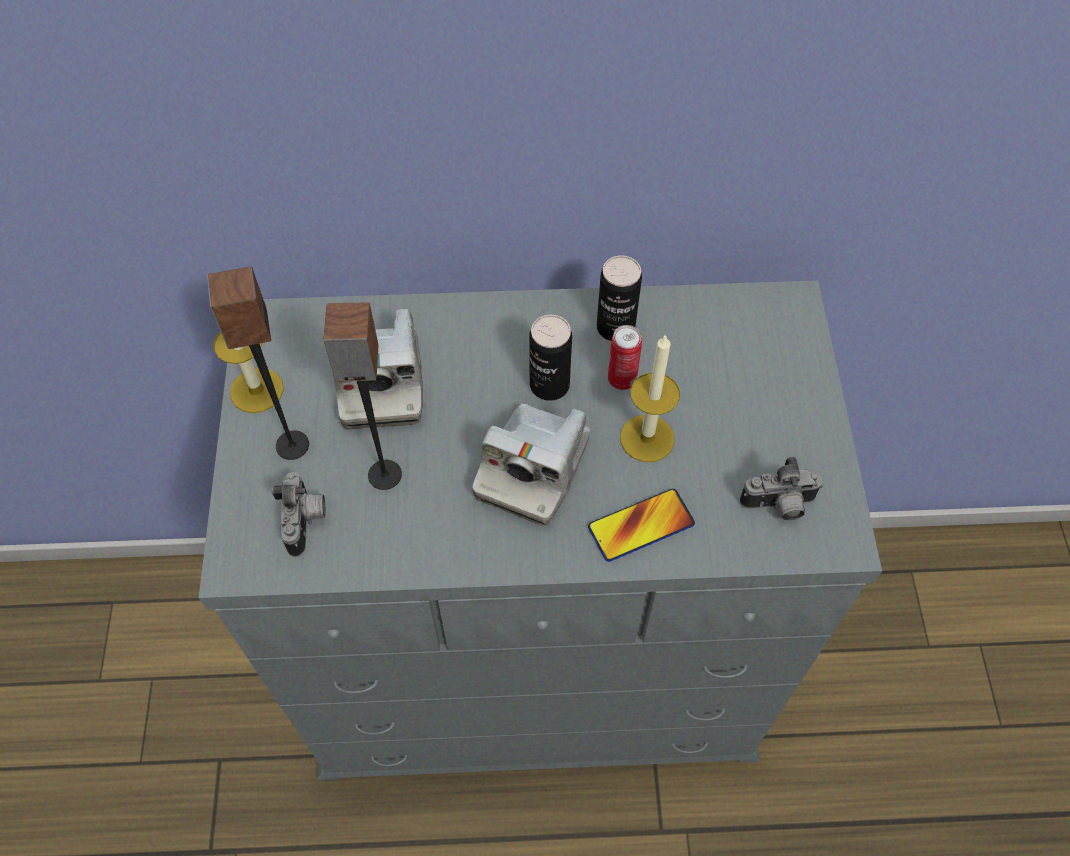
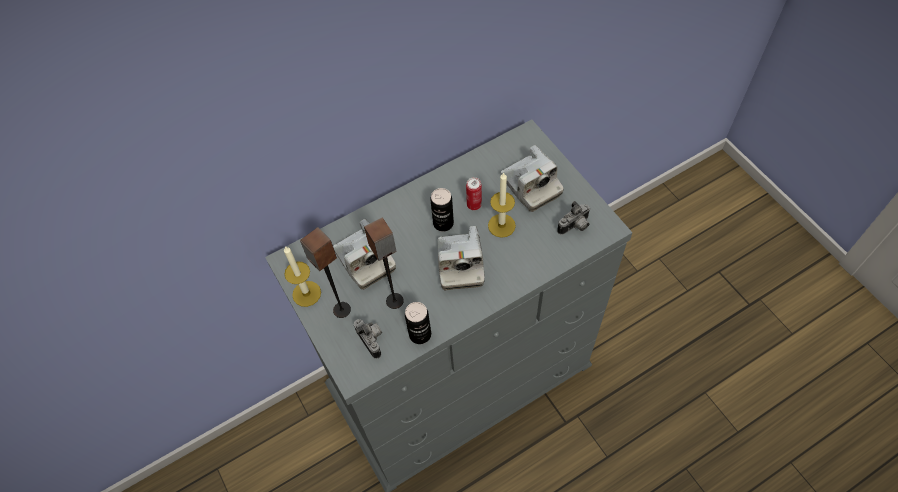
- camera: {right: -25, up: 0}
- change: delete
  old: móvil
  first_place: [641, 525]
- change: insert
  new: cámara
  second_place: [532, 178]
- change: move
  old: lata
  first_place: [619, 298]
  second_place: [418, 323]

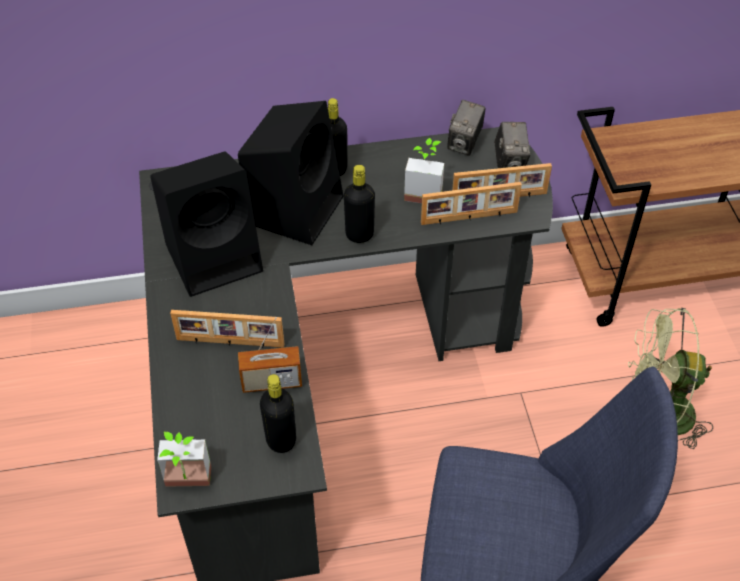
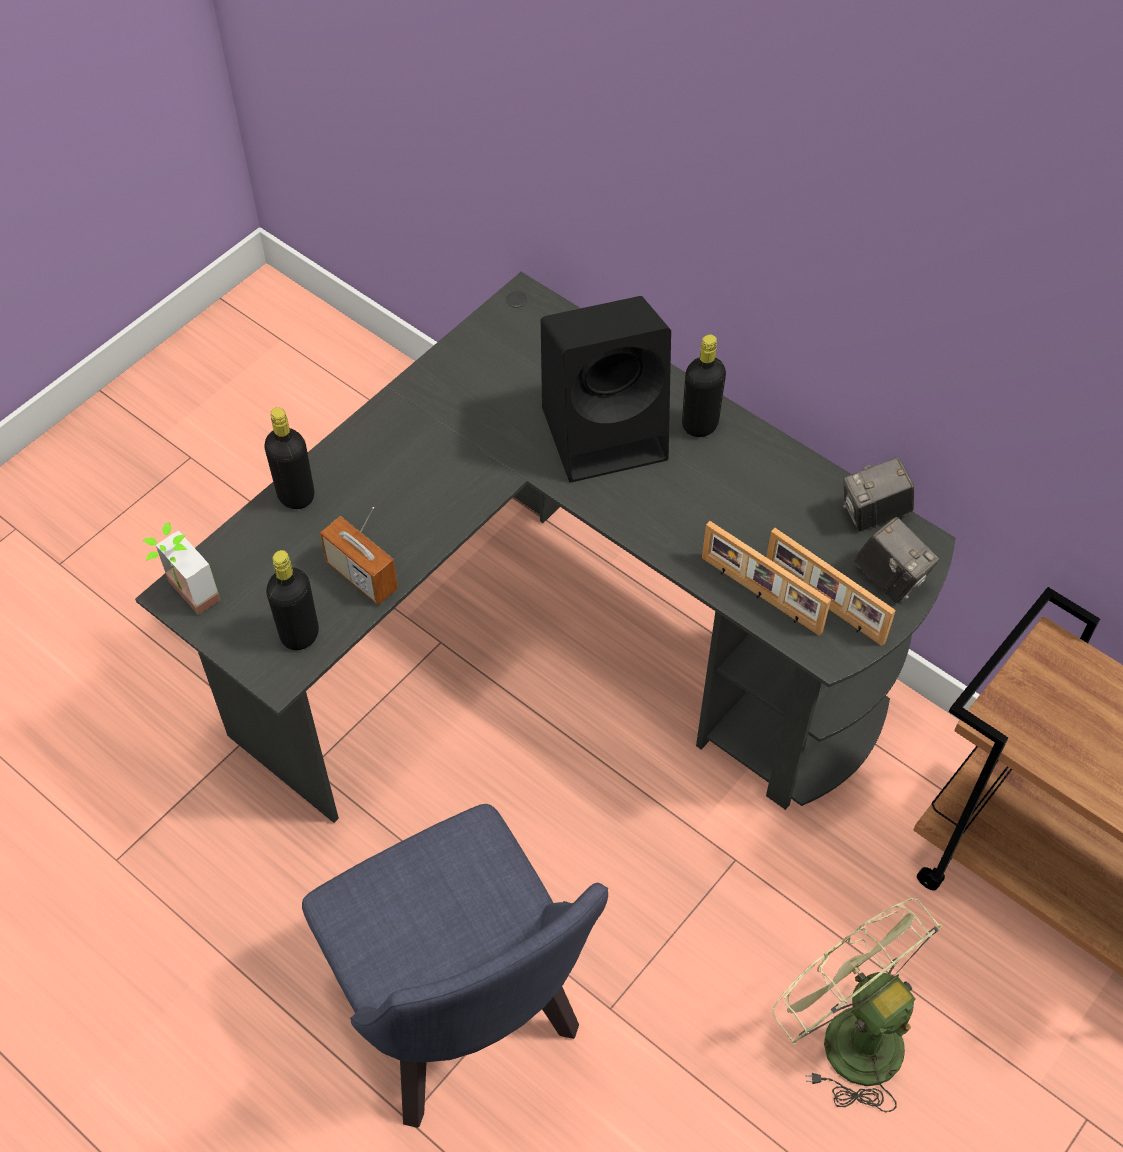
- camera: {right: 50, up: 5}
- change: delete
  old: altavoz/negro
  first_place: [206, 224]
- change: delete
  old: portarretratos
  first_place: [227, 329]
- change: delete
  old: planta en maceta
  first_place: [424, 170]
- change: move
  old: botella/negro
  first_place: [359, 204]
  second_place: [289, 458]
- change: rotate
  old: cámara
  first_place: [512, 145]
  second_place: [896, 560]
  degrees: -90

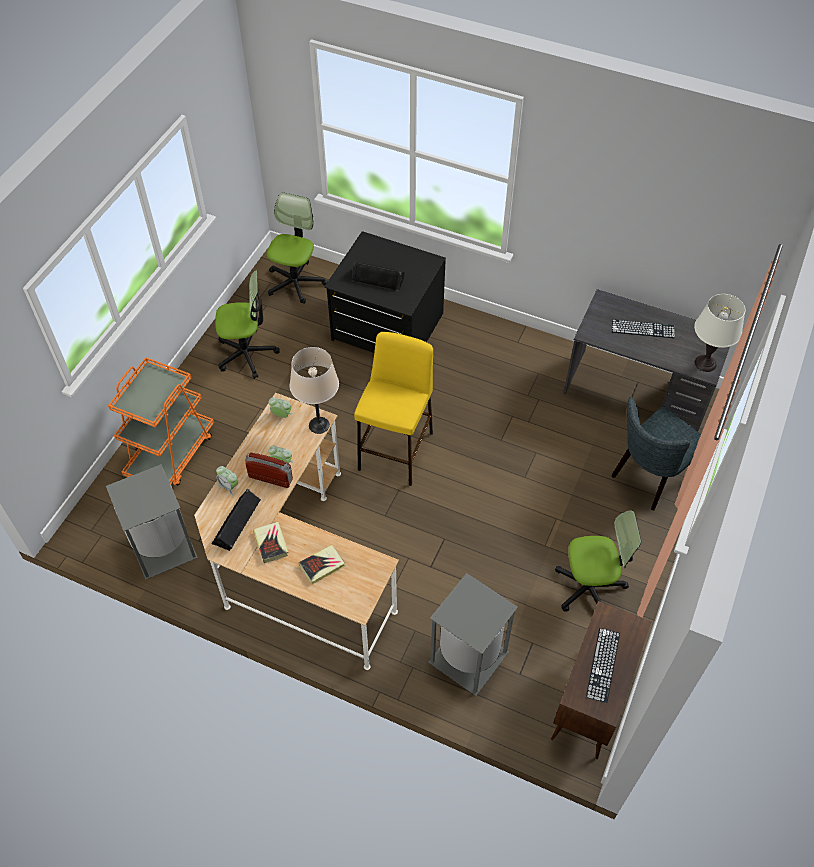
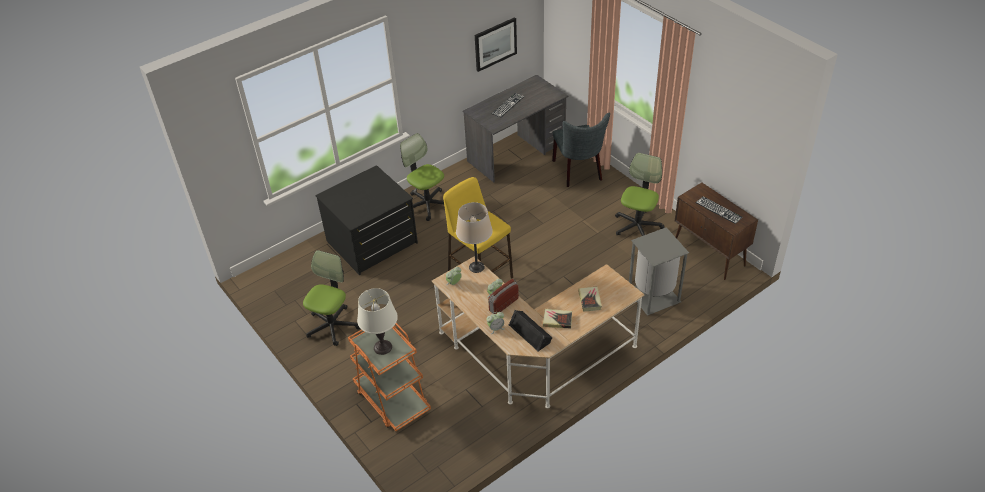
- camera: {right: -60, up: -10}
- change: delete
  old: papelera/gris
  first_place: [152, 522]
- change: delete
  old: altavoz/negro
  first_place: [378, 277]
- change: insert
  new: cuadro
  second_place: [496, 44]
- change: move
  old: silla de oficina
  first_place: [297, 248]
  second_place: [422, 177]
- change: move
  old: lámpara de mesa/blanco
  first_place: [720, 333]
  second_place: [377, 321]

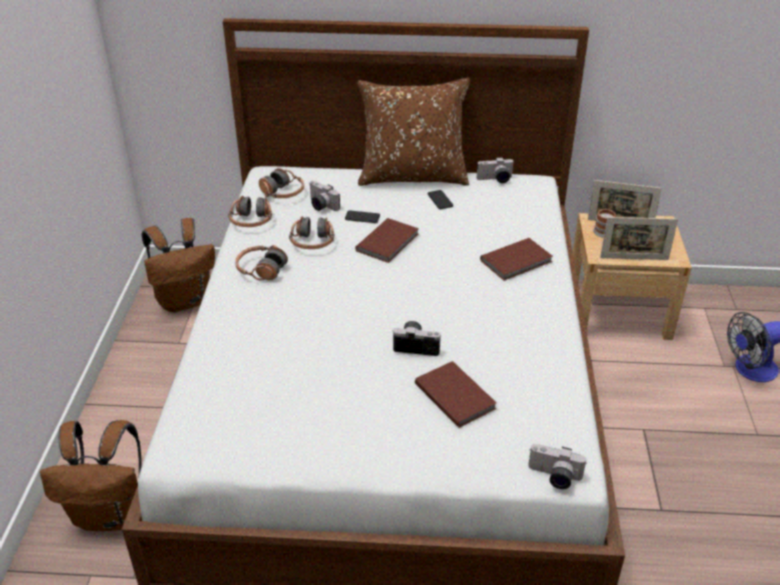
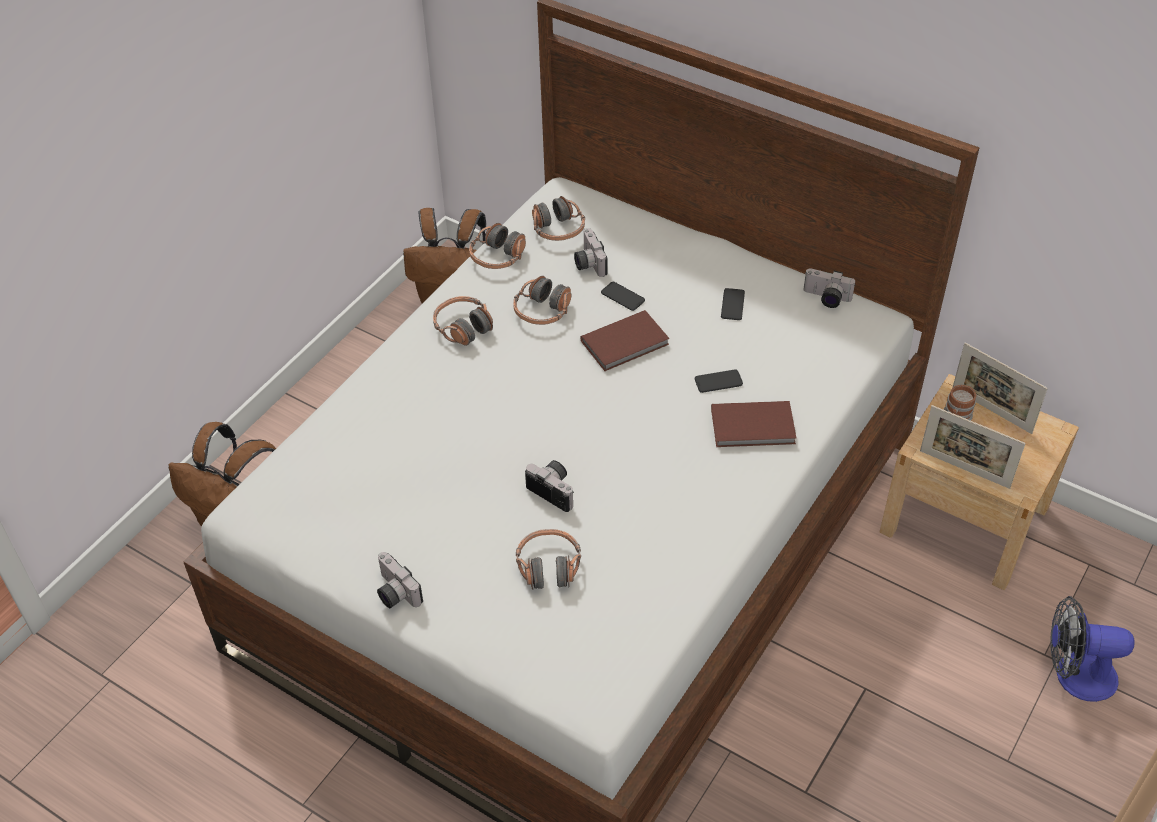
- camera: {right: 30, up: 10}
- change: delete
  old: cojín/marrón
  first_place: [413, 132]
- change: insert
  new: móvil
  second_place: [719, 381]
- change: move
  old: cámara
  first_place: [557, 466]
  second_place: [400, 580]
- change: replace
  old: libro/marrón
  new: auriculares
  first_place: [456, 394]
  second_place: [548, 559]

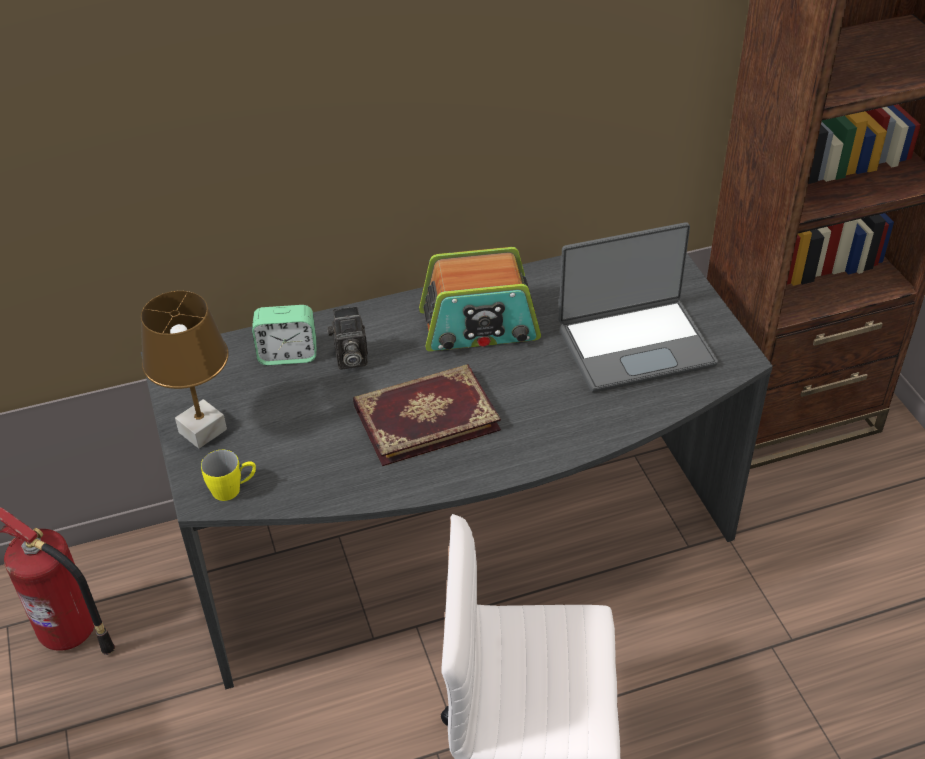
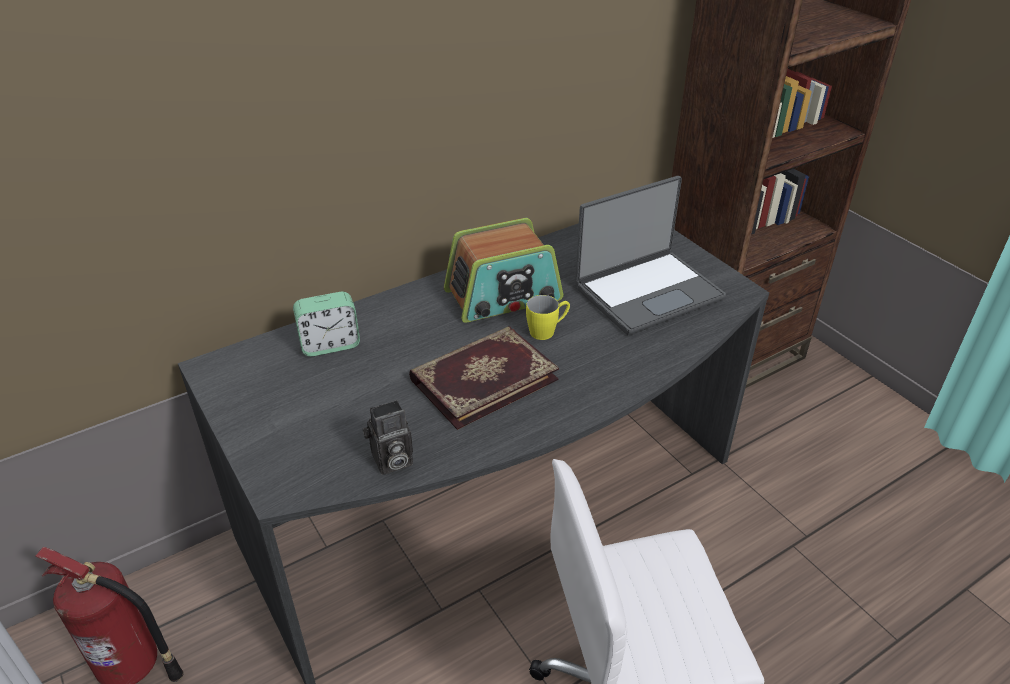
- camera: {right: -15, up: -5}
- change: delete
  old: lámpara de mesa/marrón
  first_place: [185, 370]
- change: move
  old: taza grande/amarillo
  first_place: [228, 475]
  second_place: [548, 317]
- change: move
  old: cámara
  first_place: [347, 337]
  second_place: [388, 437]

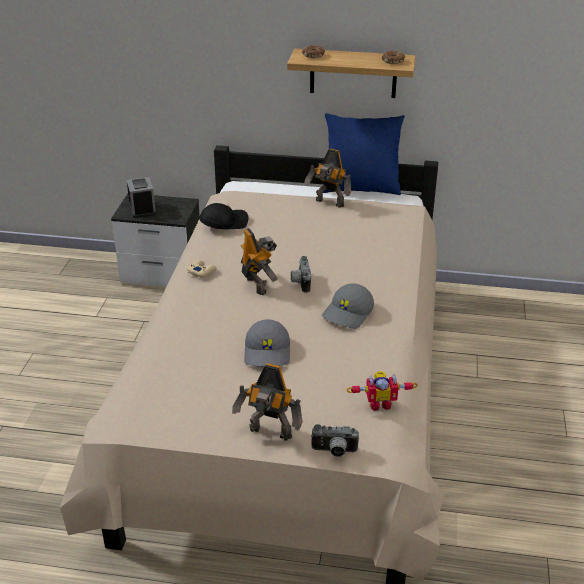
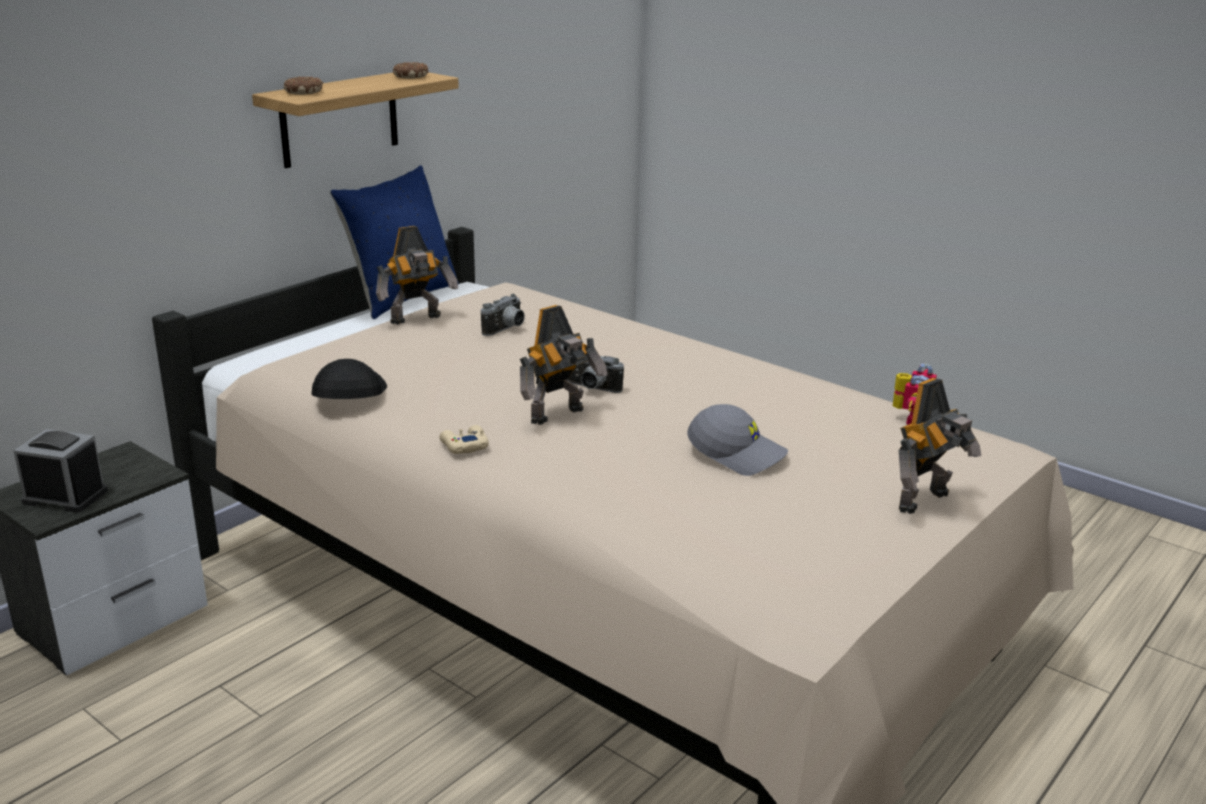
- camera: {right: -60, up: -10}
- change: delete
  old: gorra/gris
  first_place: [348, 306]
- change: move
  old: cámara
  first_place: [335, 440]
  second_place: [503, 315]
- change: rotate
  old: robot de juguete
  first_place: [259, 261]
  second_place: [564, 365]
  degrees: 135

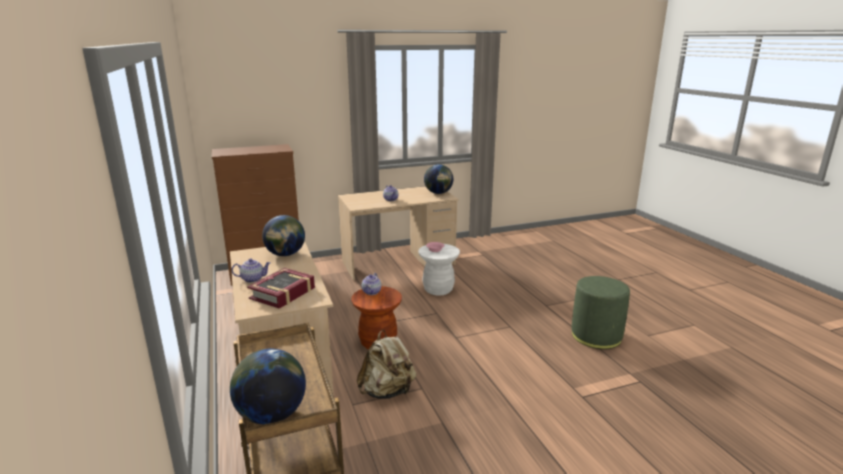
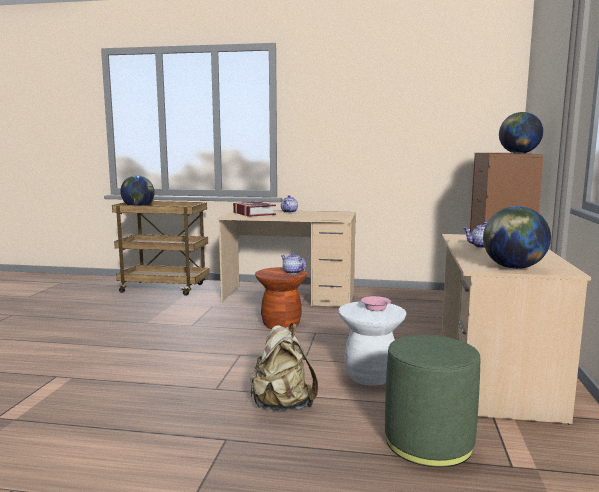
- camera: {right: 120, up: -10}
- change: move
  old: globo terráqueo
  first_place: [283, 235]
  second_place: [521, 133]
- change: move
  old: mochila/beis
  first_place: [386, 364]
  second_place: [284, 366]
- change: move
  old: puf/verde
  first_place: [600, 312]
  second_place: [433, 401]

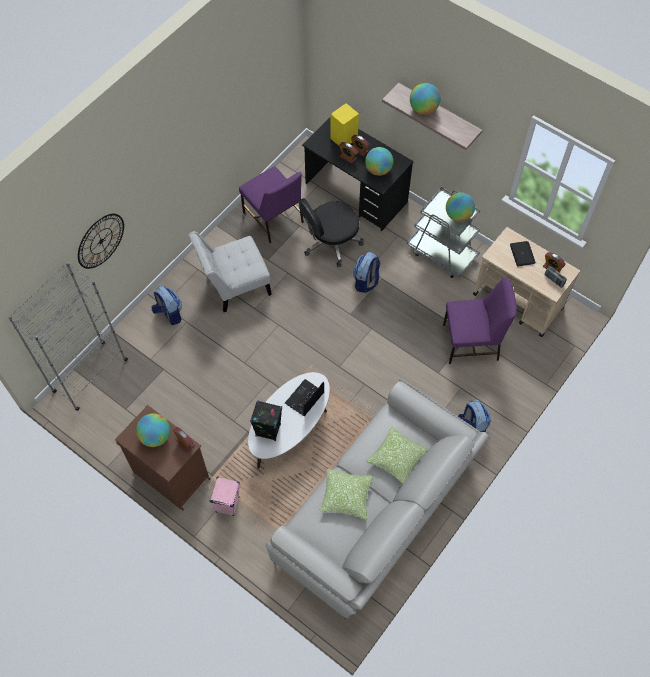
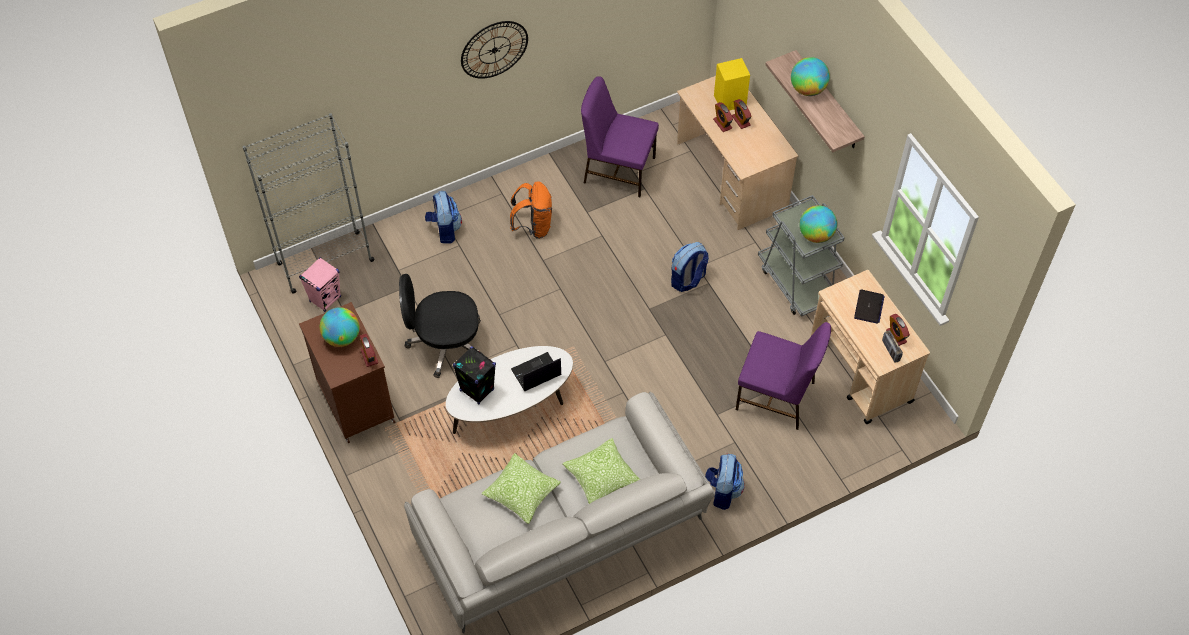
- camera: {right: 25, up: -5}
- change: delete
  old: globo terráqueo
  first_place: [379, 161]
- change: move
  old: reloj de pared
  first_place: [101, 241]
  second_place: [494, 50]
- change: move
  old: altavoz/rosa
  first_place: [225, 496]
  second_place: [320, 284]
- change: move
  old: silla de oficina/negro
  first_place: [331, 232]
  second_place: [441, 326]
- change: replace
  old: silla/blanco
  new: mochila/naranja
  first_place: [230, 271]
  second_place: [531, 210]
- change: recolor
  old: escritorio/negro
  new: escritorio/beis
  first_place: [358, 174]
  second_place: [738, 153]
- change: rotate
  old: silla/morado
  first_place: [271, 204]
  second_place: [620, 136]
  degrees: 120

